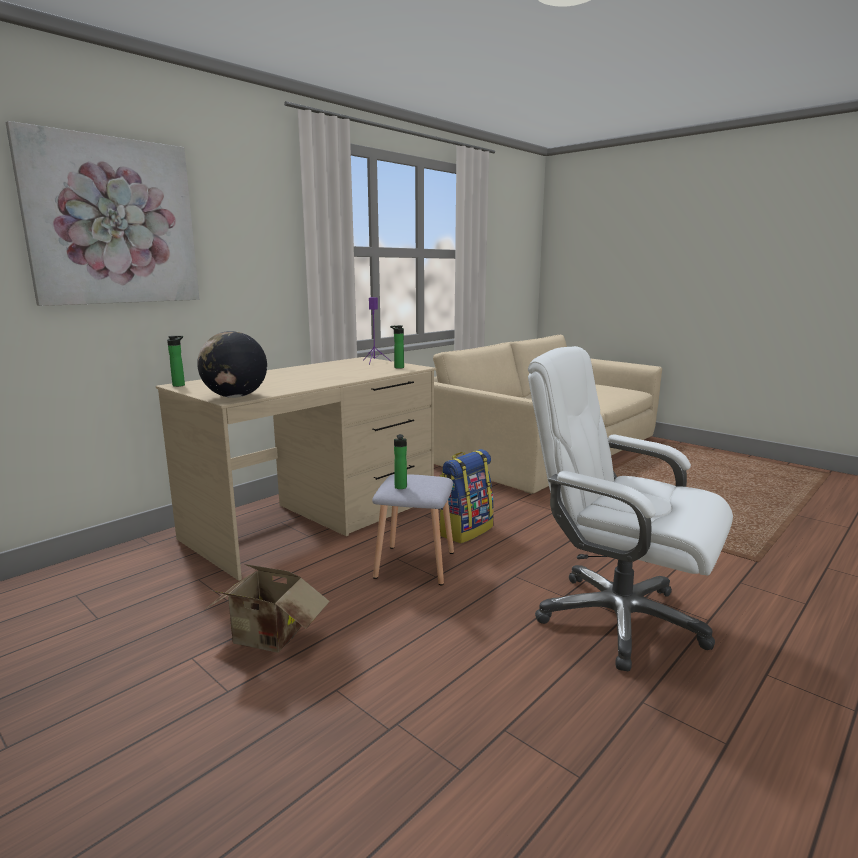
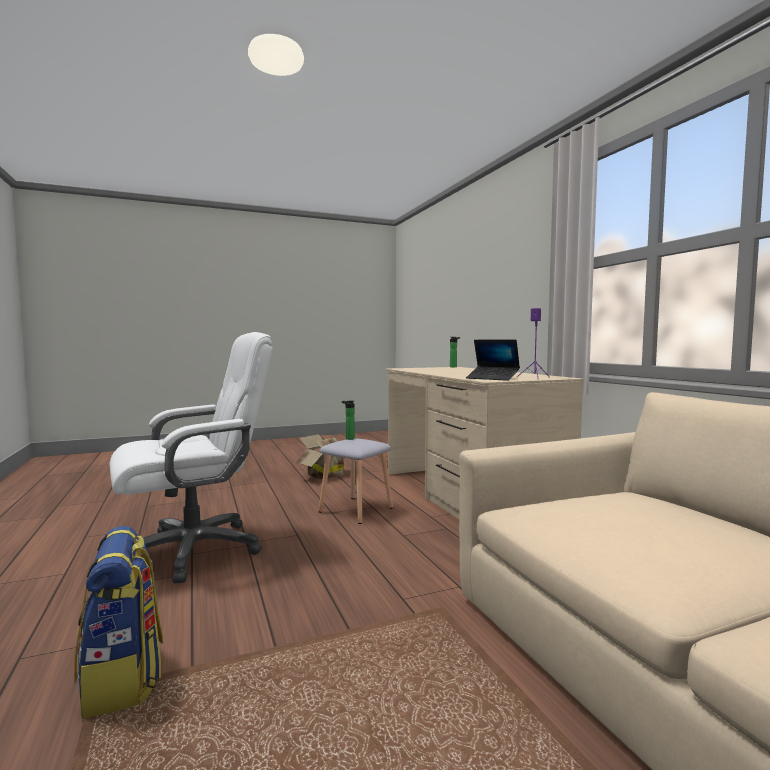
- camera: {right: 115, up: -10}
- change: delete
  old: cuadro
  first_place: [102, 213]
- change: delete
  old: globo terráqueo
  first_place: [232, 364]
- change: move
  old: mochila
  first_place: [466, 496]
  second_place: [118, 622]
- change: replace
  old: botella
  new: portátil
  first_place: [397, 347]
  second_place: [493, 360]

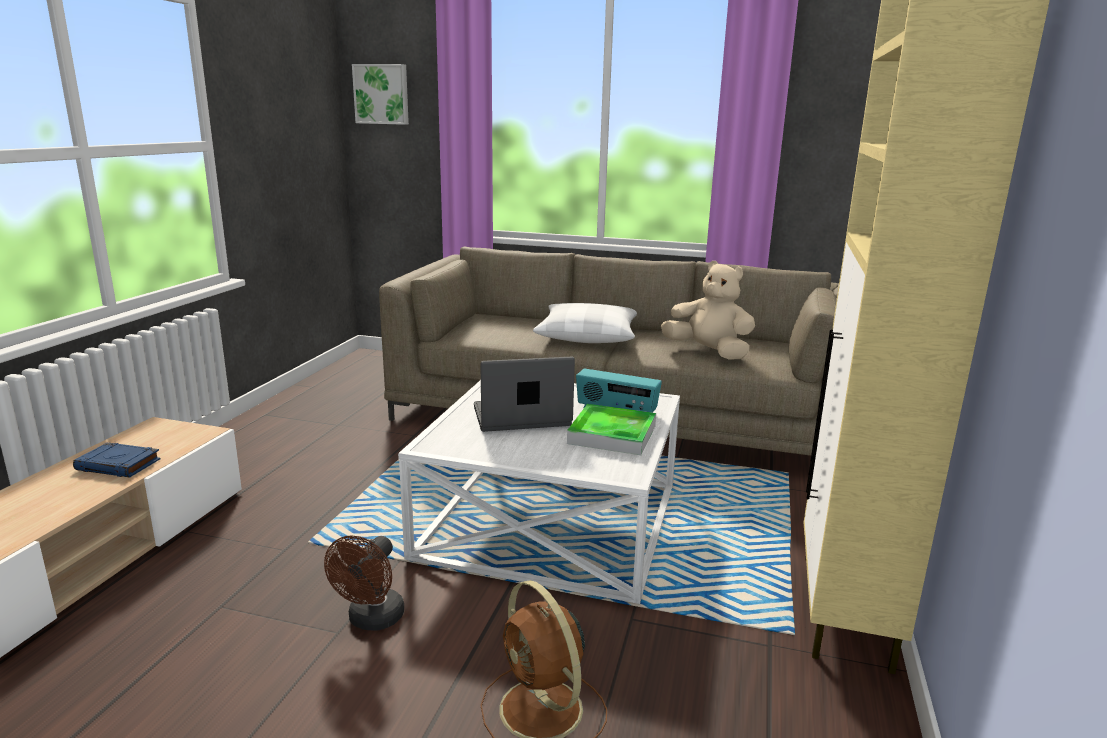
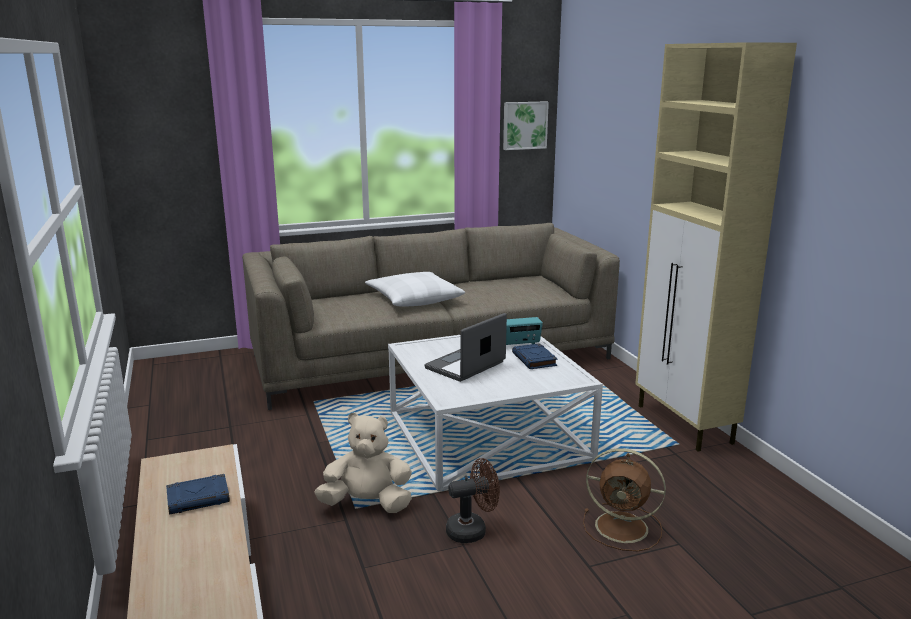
- camera: {right: -35, up: 0}
- change: move
  old: cuadro
  first_place: [380, 94]
  second_place: [526, 125]
- change: move
  old: peluche/beis
  first_place: [708, 310]
  second_place: [363, 462]
- change: replace
  old: bandeja
  new: libro/azul
  first_place: [611, 429]
  second_place: [534, 356]
- change: rotate
  old: ventilador/marrón
  first_place: [364, 583]
  second_place: [473, 500]
  degrees: -90

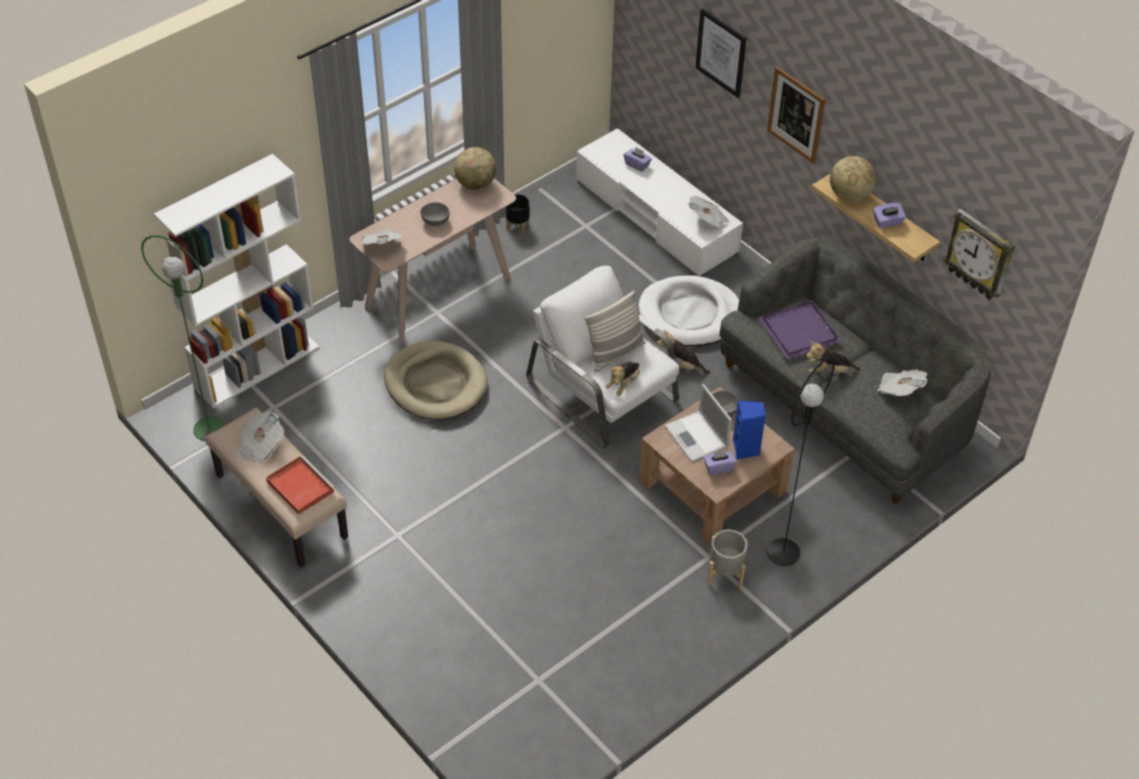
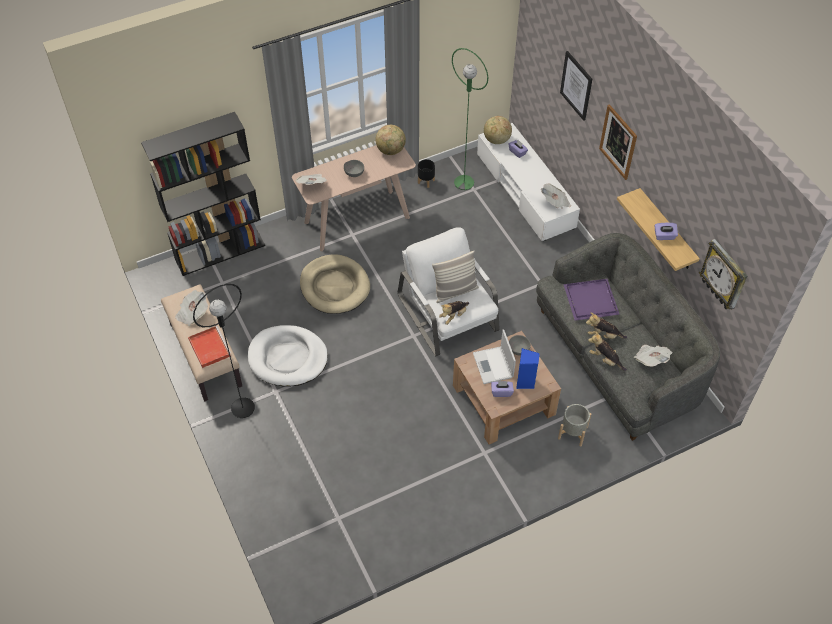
- camera: {right: 15, up: 5}
- change: move
  old: lámpara de pie/verde
  first_place: [183, 338]
  second_place: [470, 119]
- change: move
  old: cama para perro/blanco
  first_place: [688, 310]
  second_place: [288, 356]
- change: move
  old: peluche
  first_place: [683, 352]
  second_place: [607, 351]
- change: move
  old: maceta/gris
  first_place: [727, 559]
  second_place: [574, 425]
- change: move
  old: lámpara de pie/negro
  first_place: [801, 461]
  second_place: [224, 351]
- change: move
  old: globo terráqueo
  first_place: [853, 179]
  second_place: [498, 130]
- change: recolor
  old: estantería/blanco
  new: estantería/negro
  first_place: [236, 281]
  second_place: [203, 194]

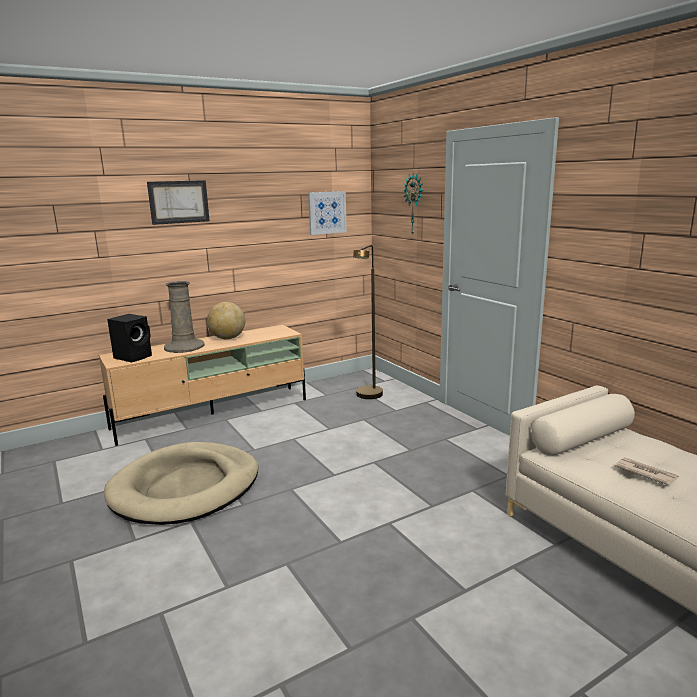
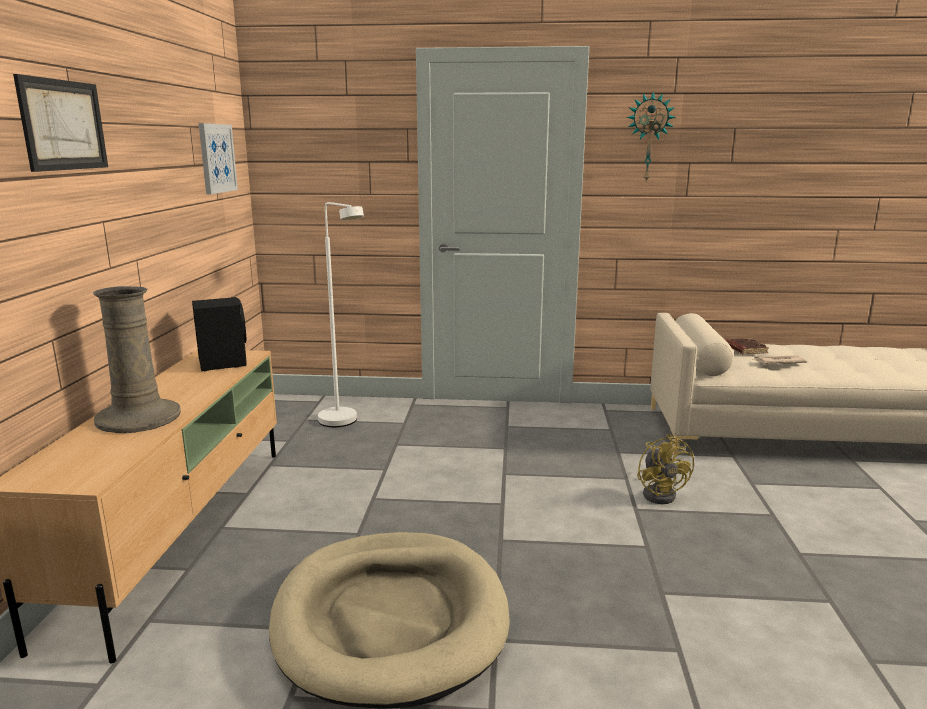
- camera: {right: -55, up: 0}
- change: delete
  old: globo terráqueo
  first_place: [226, 320]
- change: insert
  new: ventilador/amarillo
  second_place: [665, 469]
- change: insert
  new: libro/marrón
  second_place: [747, 346]
- change: move
  old: altavoz/negro
  first_place: [129, 338]
  second_place: [219, 334]
- change: move
  old: reloj de pared
  first_place: [413, 204]
  second_place: [651, 136]
- change: recolor
  old: lámpara de pie/marrón
  new: lámpara de pie/blanco
  first_place: [368, 322]
  second_place: [341, 314]

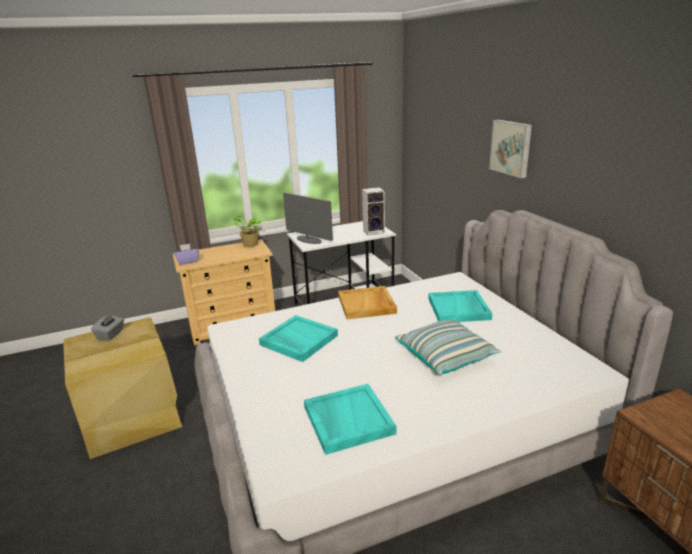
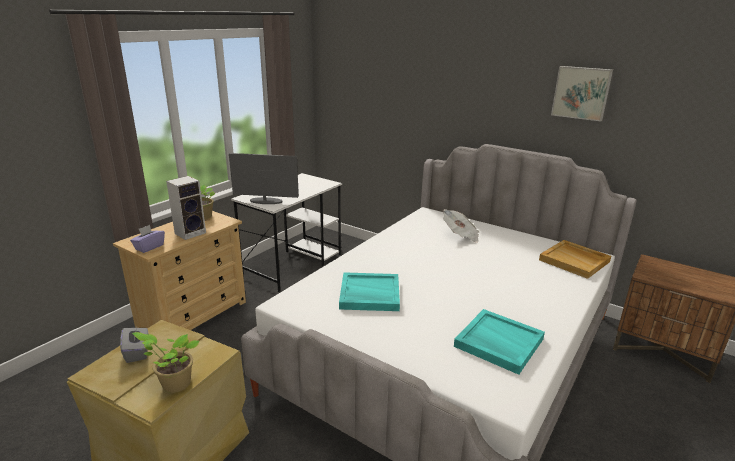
- camera: {right: -35, up: 0}
- change: delete
  old: cojín
  first_place: [448, 347]
- change: insert
  new: planta en maceta
  second_place: [165, 362]
- change: move
  old: bandeja/beis
  first_place: [367, 302]
  second_place: [575, 259]
- change: move
  old: altavoz
  first_place: [373, 211]
  second_place: [186, 208]
- change: move
  old: cuadro
  first_place: [510, 149]
  second_place: [582, 93]
- change: replace
  old: bandeja/turquesa
  new: periódico
  first_place: [460, 306]
  second_place: [461, 226]

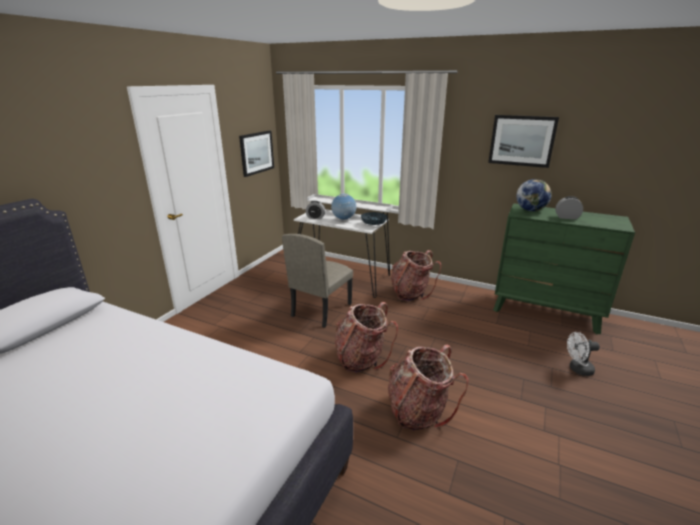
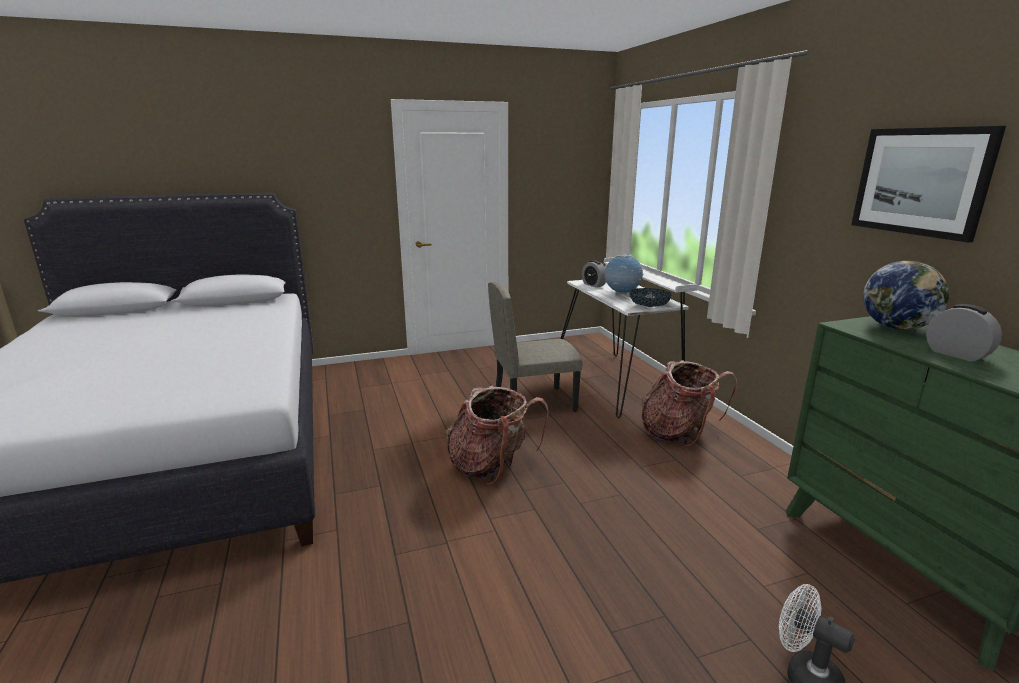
- camera: {right: 45, up: -5}
- change: delete
  old: cuadro
  first_place: [256, 153]
- change: delete
  old: mochila
  first_place: [428, 387]

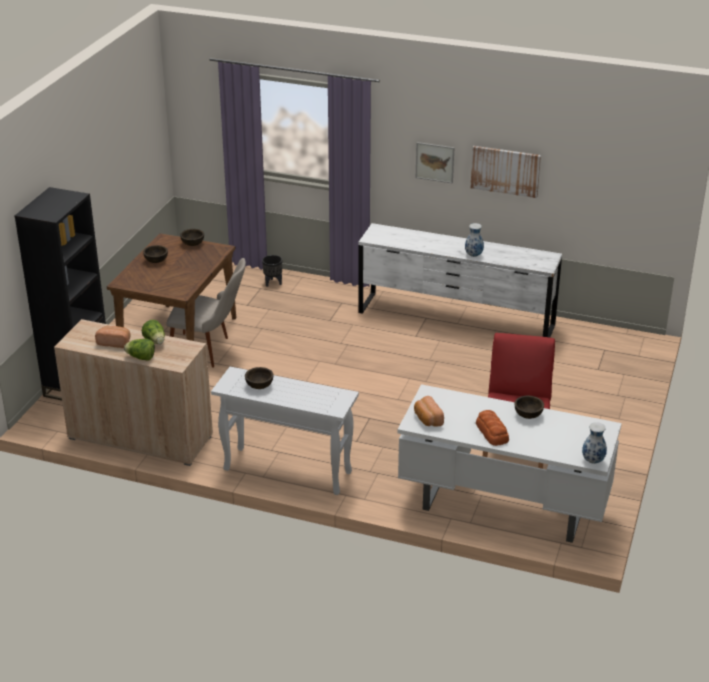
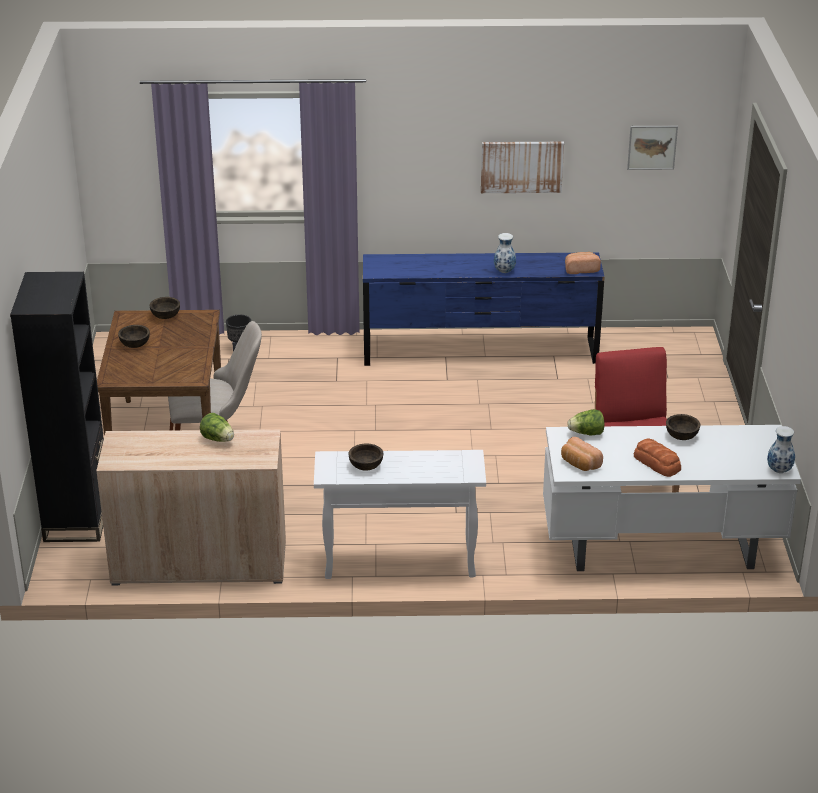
- camera: {right: -20, up: 0}
- change: move
  old: pan
  first_place: [113, 337]
  second_place: [583, 263]
- change: move
  old: lechuga
  first_place: [139, 349]
  second_place: [586, 422]
- change: move
  old: cuadro
  first_place: [435, 162]
  second_place: [652, 148]
- change: recolor
  old: cómoda/blanco
  new: cómoda/azul
  first_place: [460, 280]
  second_place: [484, 309]

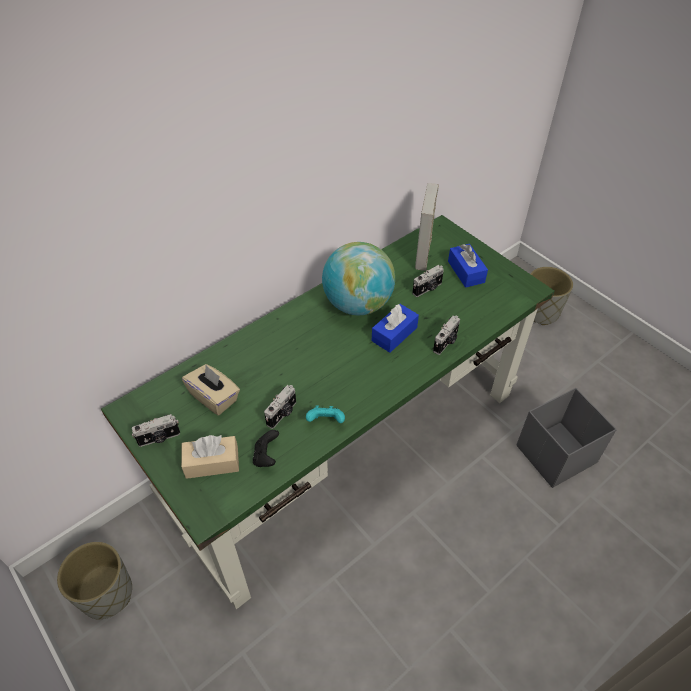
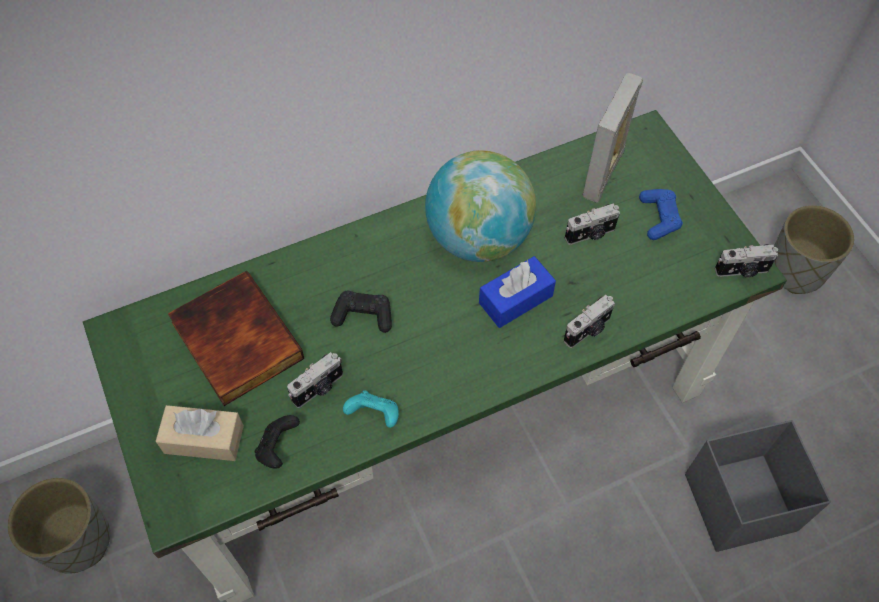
- camera: {right: 15, up: 10}
- change: insert
  new: mando de consola/negro
  second_place: [361, 312]
- change: move
  old: cámara
  first_place: [156, 430]
  second_place: [746, 260]
- change: replace
  old: caja de pañuelos/beis
  new: libro
  first_place: [211, 389]
  second_place: [236, 338]
- change: replace
  old: caja de pañuelos/azul
  new: mando de consola/azul
  first_place: [468, 266]
  second_place: [661, 214]

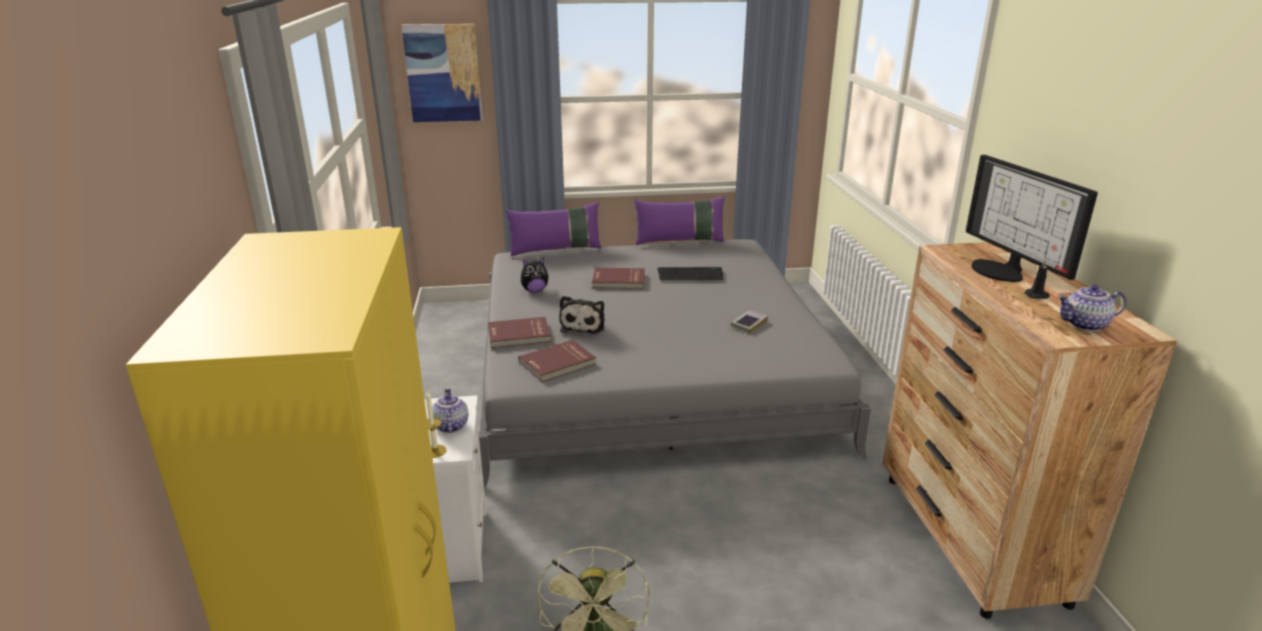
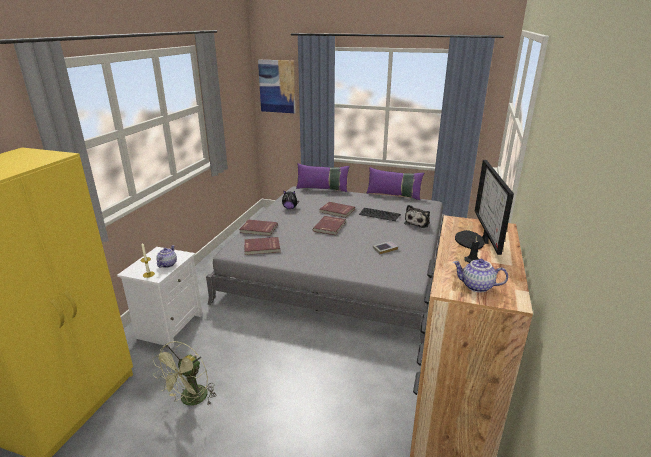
- camera: {right: 25, up: 0}
- change: insert
  new: libro/rojo
  second_place: [329, 225]
- change: move
  old: peluche
  first_place: [582, 315]
  second_place: [417, 216]

